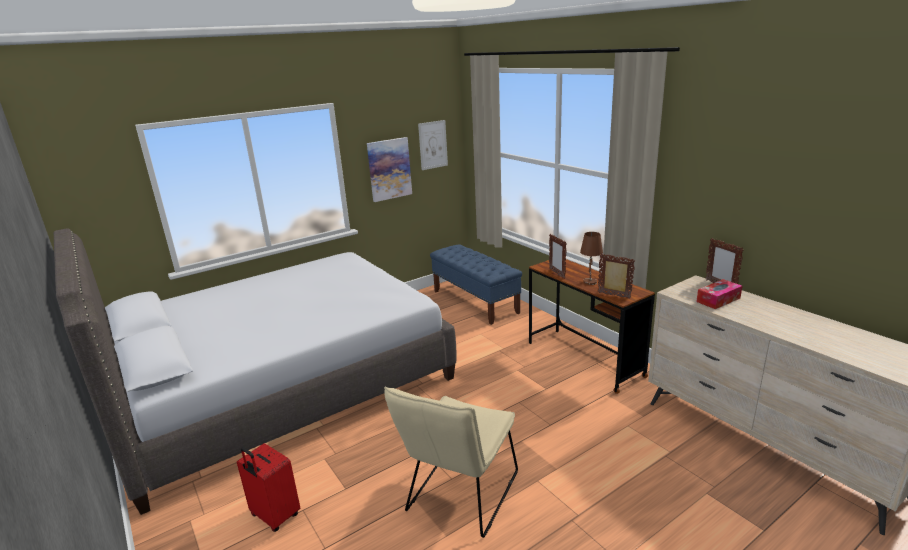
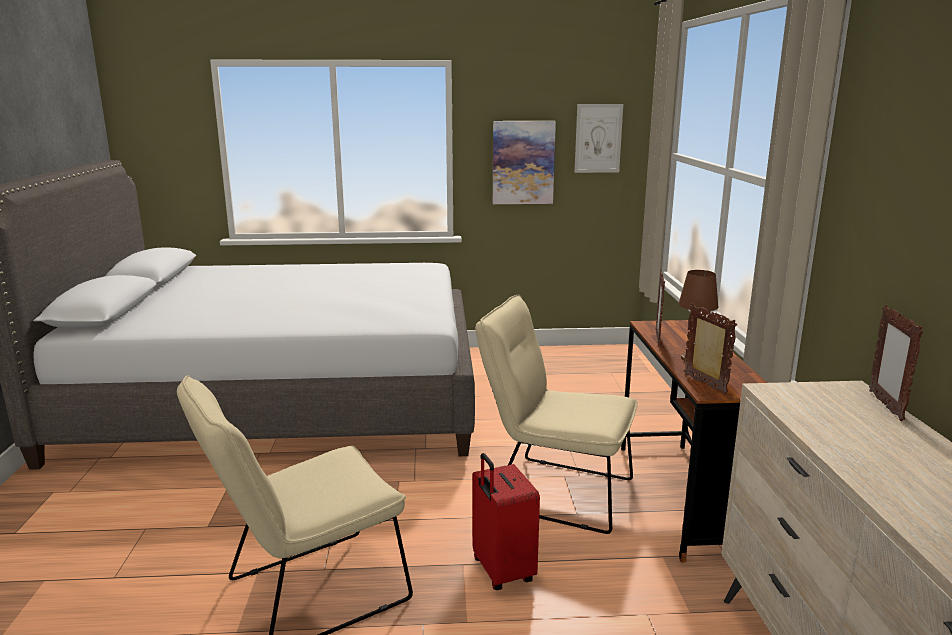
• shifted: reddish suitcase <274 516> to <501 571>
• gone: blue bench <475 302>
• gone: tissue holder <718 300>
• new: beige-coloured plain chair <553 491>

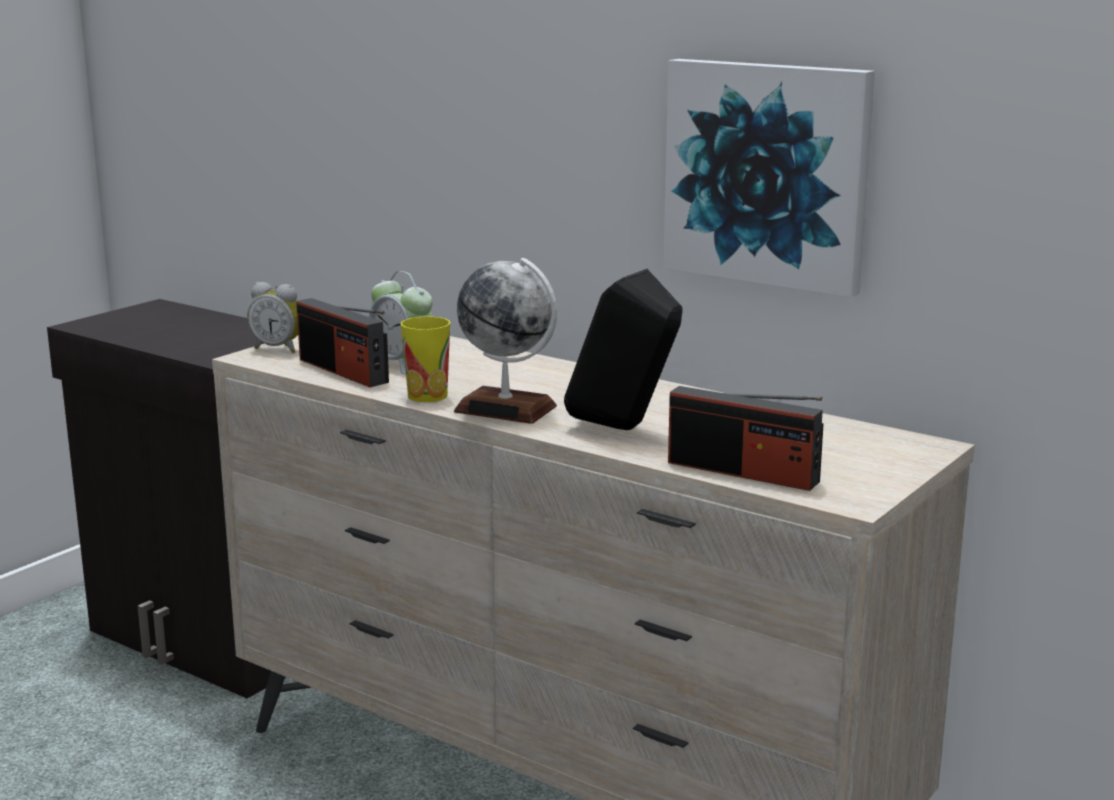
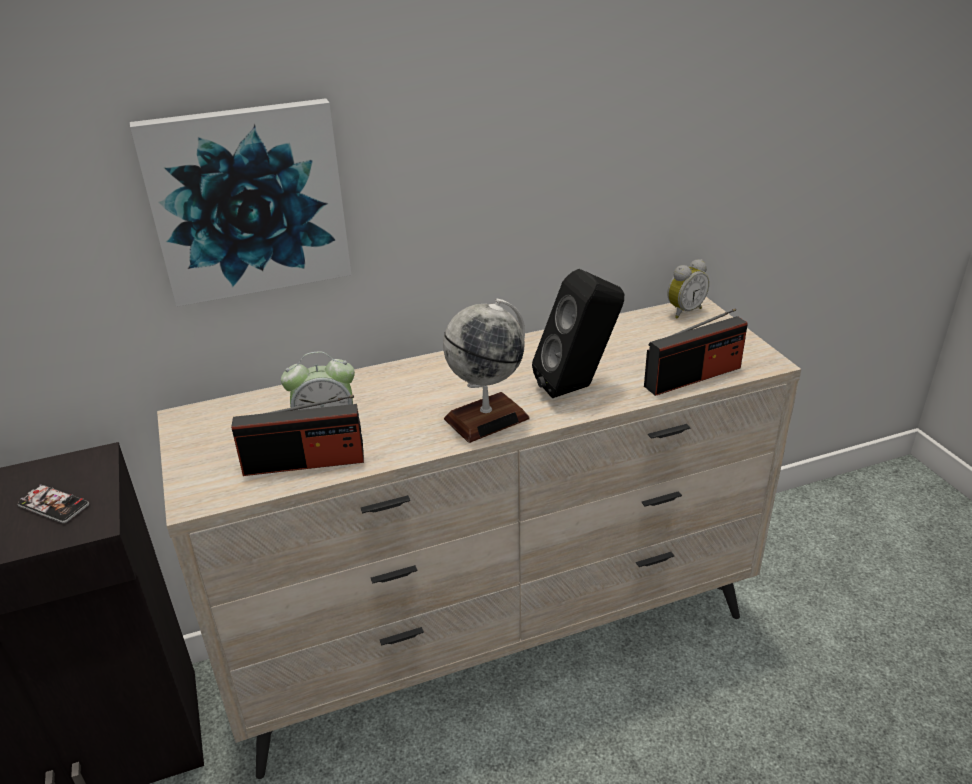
• shifted: bedside clock <279 349> to <683 311>
• gone: drinking cup <427 396>
• shifted: wall art <767 174> to <248 201>
• new: phone <53 505>

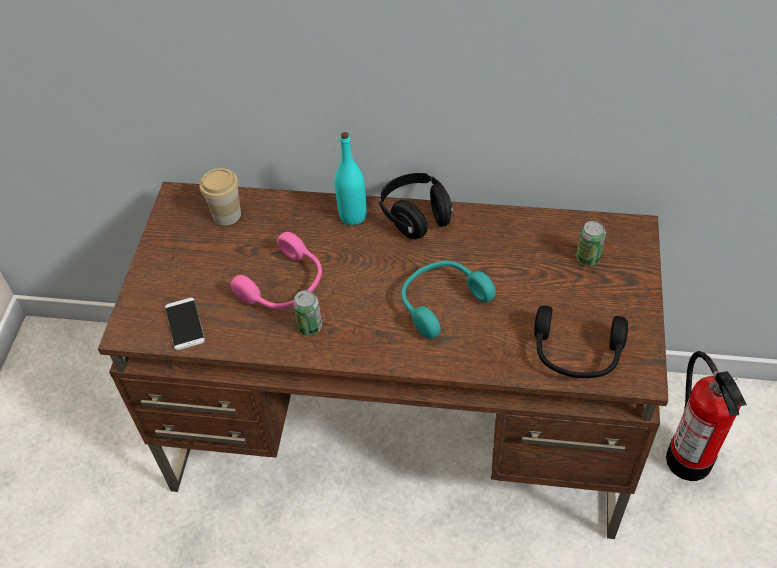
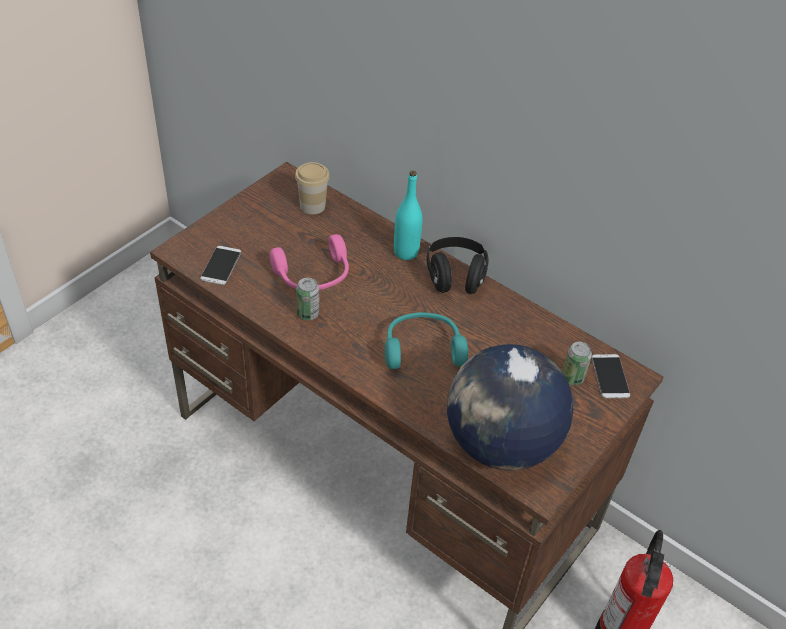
• swapped: black-coloured pair of headphones <576 354> to globe <499 443>
• new: phone <610 376>

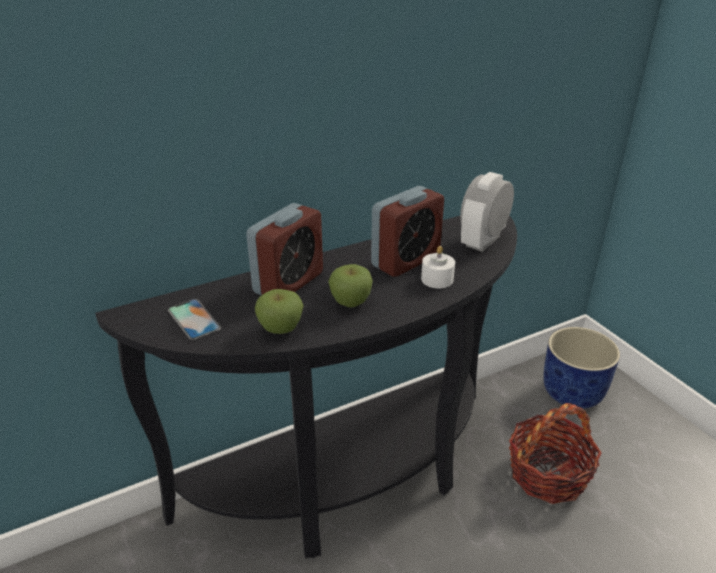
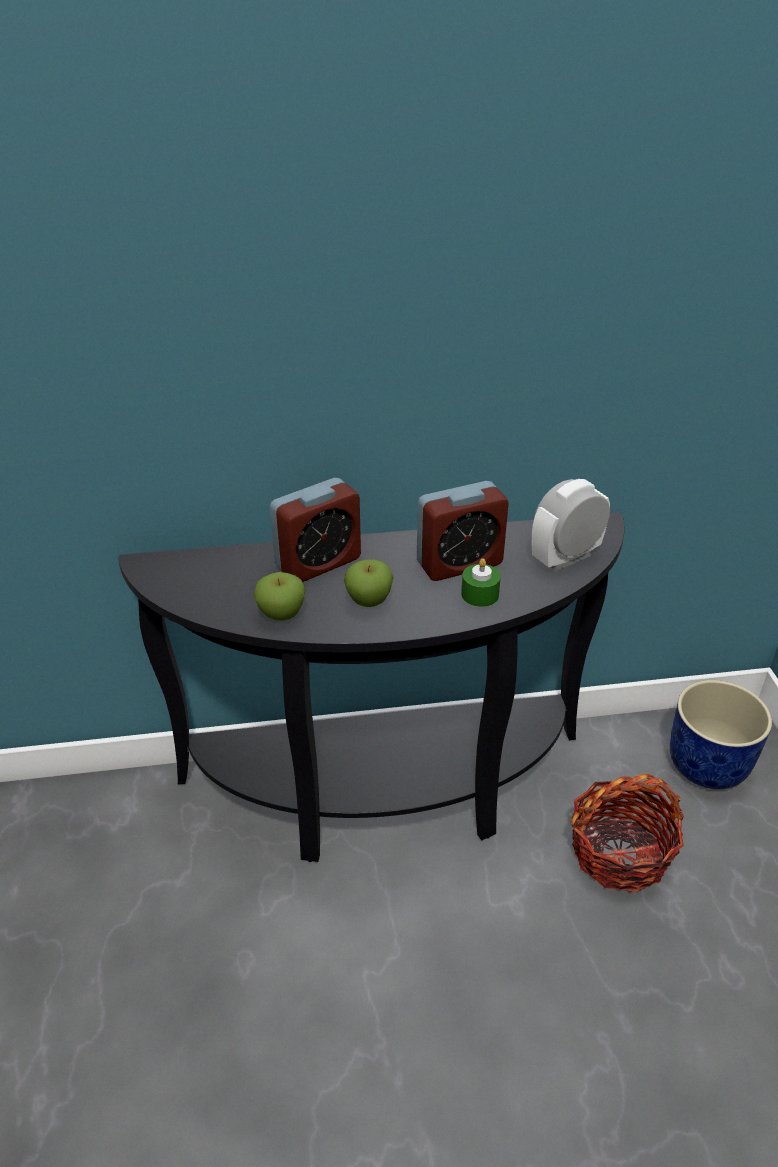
• gone: phone <194 319>
• repainted: white-coloured candle <437 279> to greenish candle <480 594>

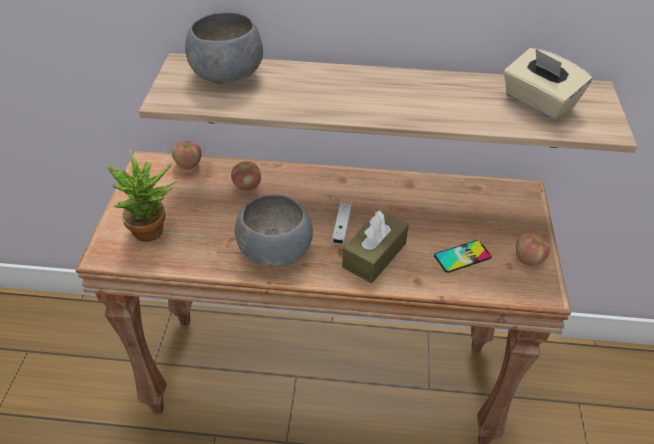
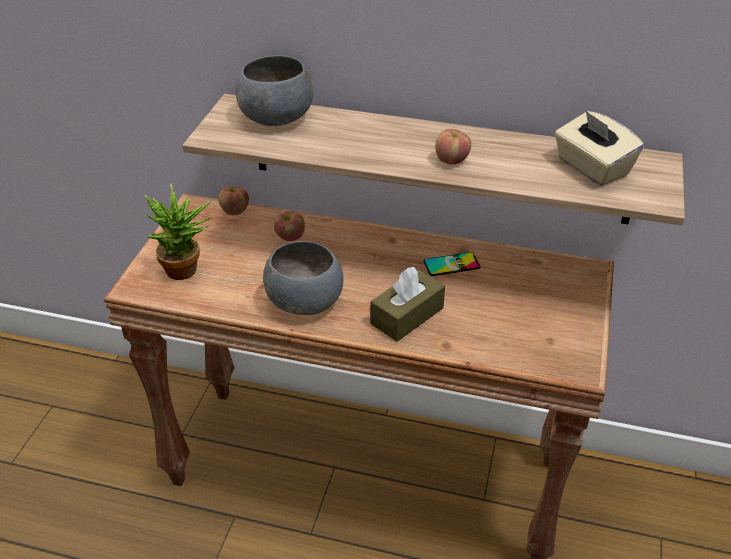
• gone: white-coloured joypad <341 227>
• shifted: phone <462 256> to <451 264>
• shifted: whole apple <528 259> to <451 160>

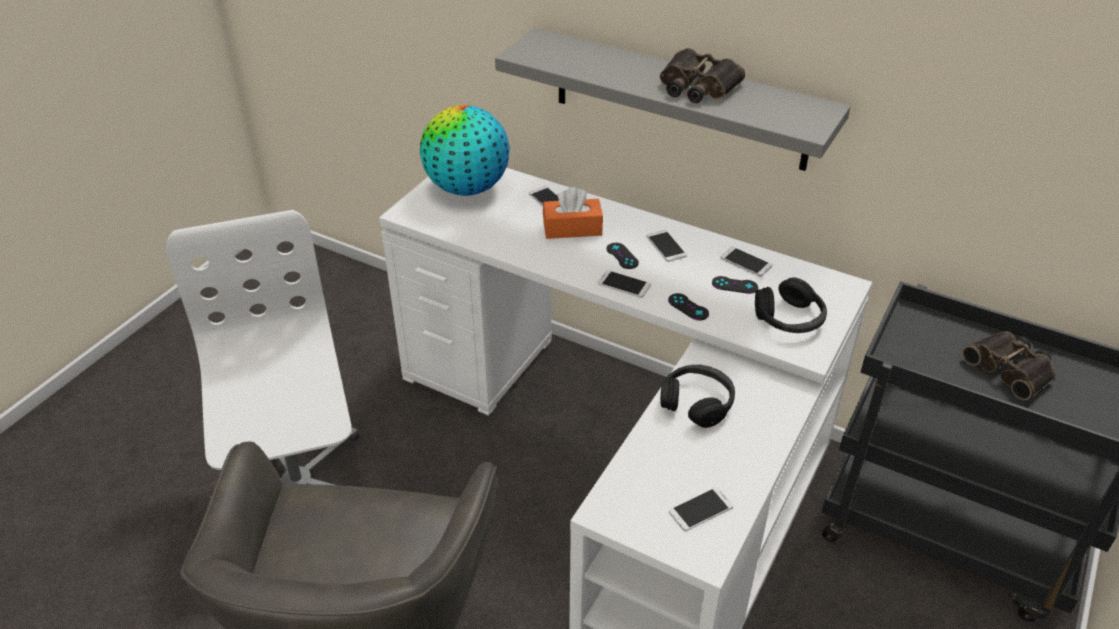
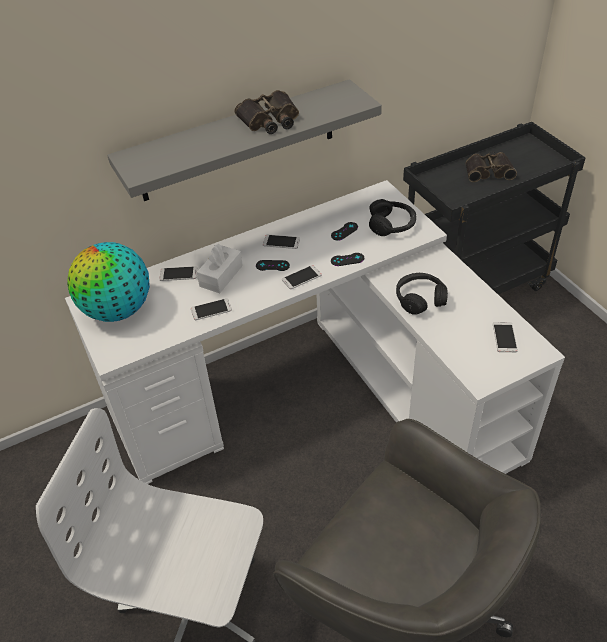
• repainted: orange-coloured tissue holder <572 228> to white-coloured tissue holder <221 276>
• shifted: phone <746 262> to <211 309>

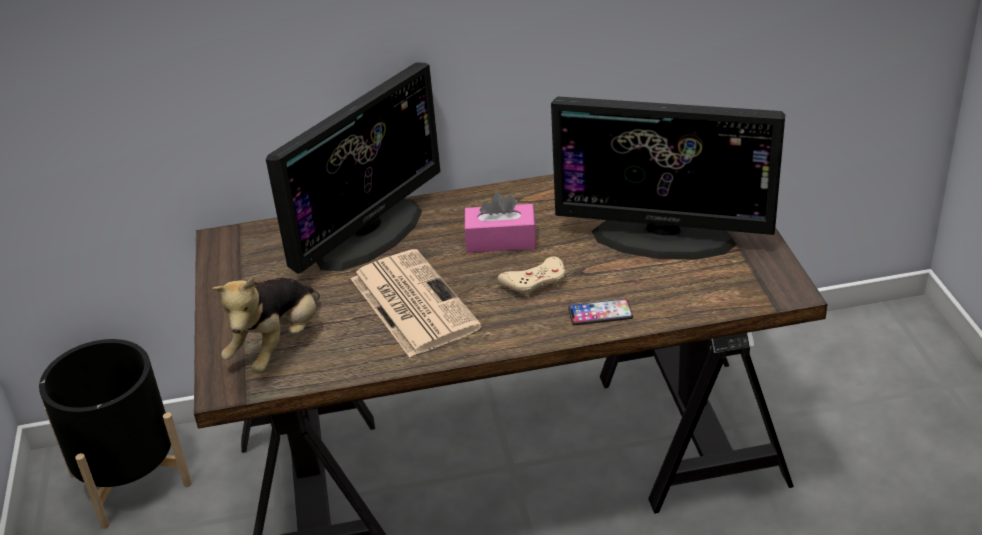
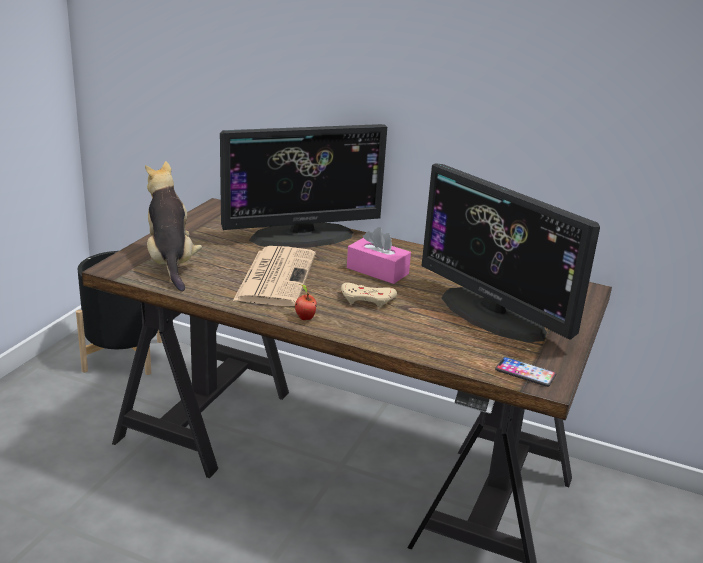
• rotated: cuddly toy <278 346> = <171 263> 105 degrees clockwise
• shifted: phone <600 313> to <525 373>
• new: whole apple <304 318>

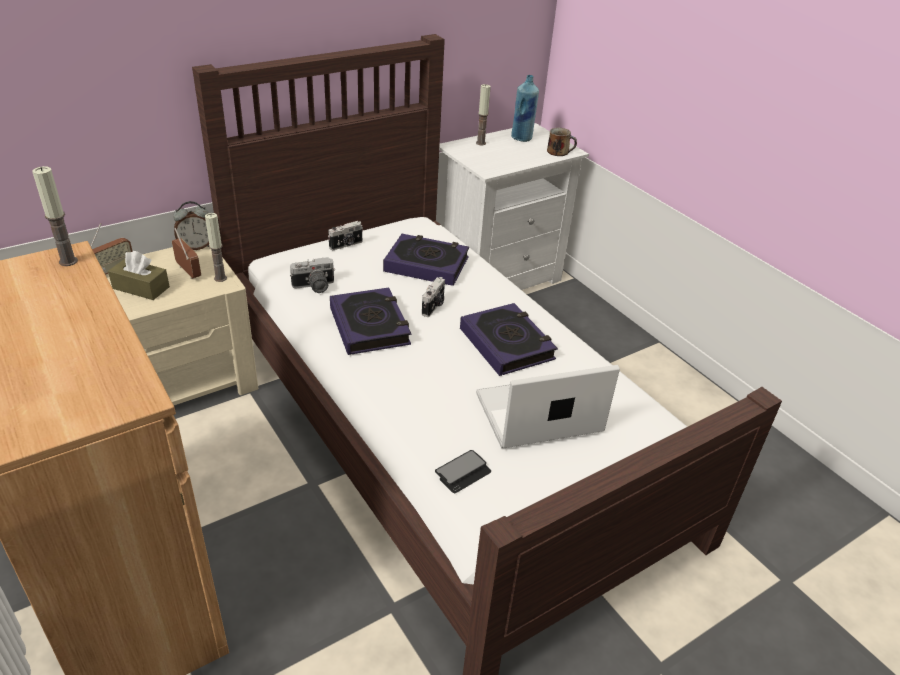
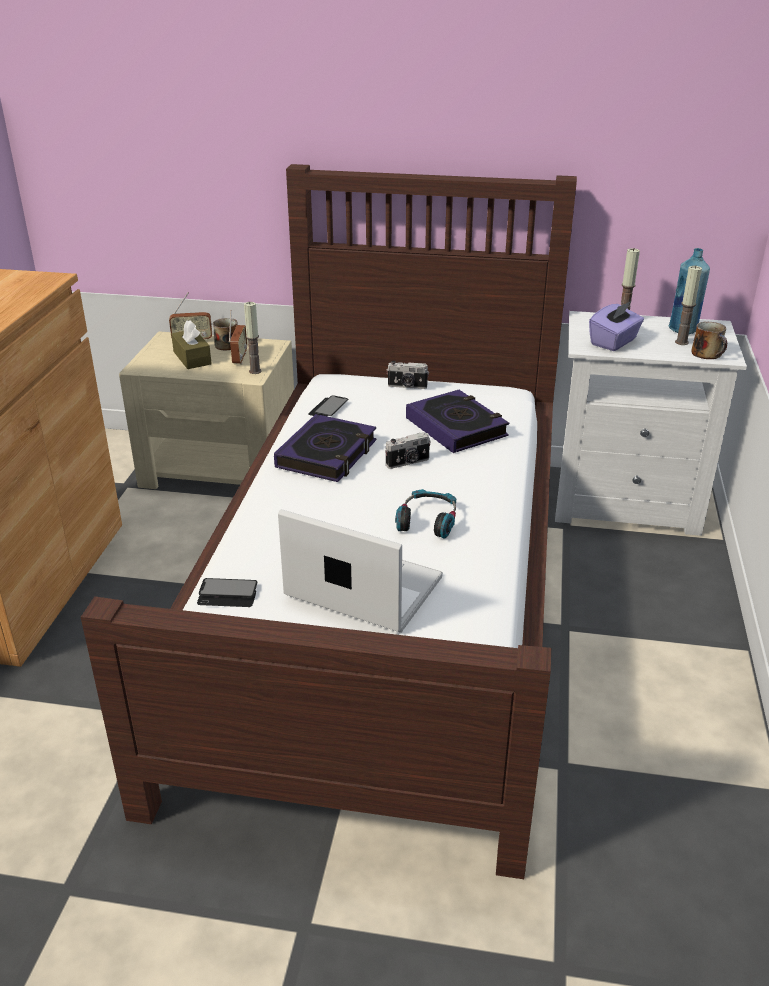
• shifted: candle <68 261> to <681 342>
• gone: bedside clock <196 246>
• swapped: still camera <314 287> to phone <328 408>
• swapped: bound book <507 344> to pair of headphones <427 521>
• new: mug <227 344>
• new: purple tissue holder <614 342>

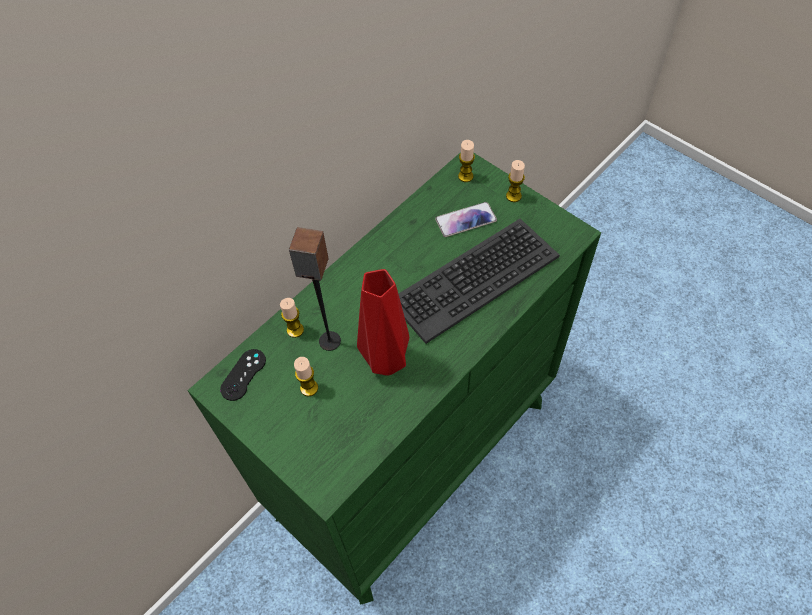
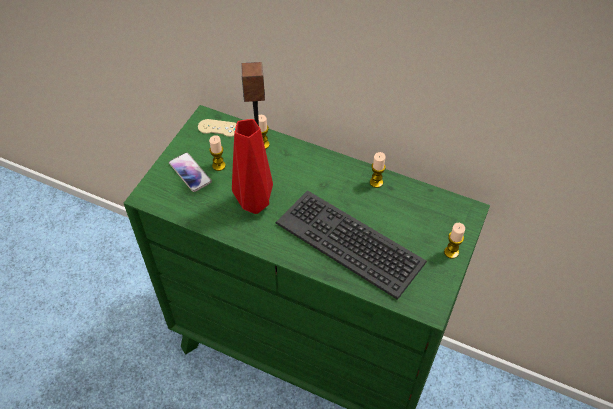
• repainted: black-coloured joypad <243 375> to beige-coloured joypad <219 128>
• shifted: phone <466 220> to <190 172>
• shifted: candle <465 176> to <376 182>

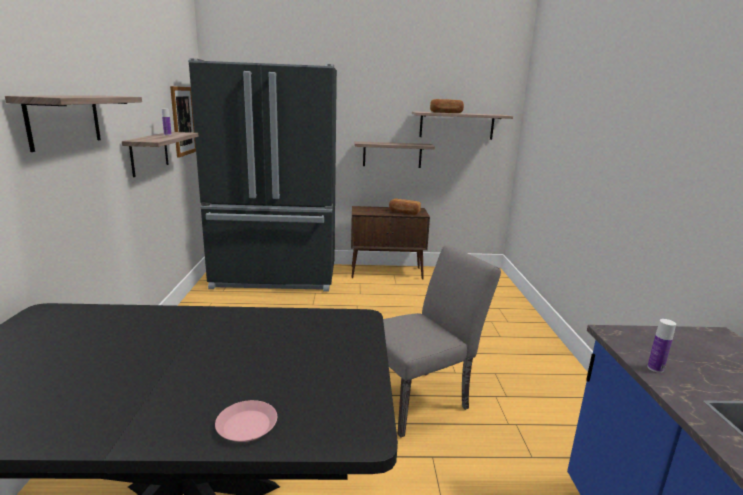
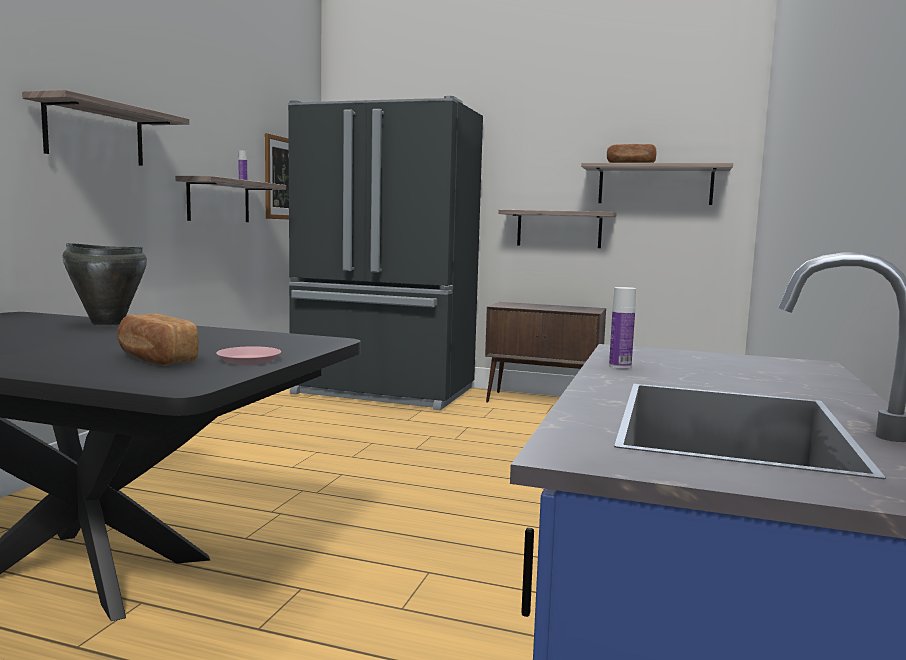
• shifted: pink-coloured flat dish <247 426> to <249 360>
• gone: greyish plain chair <421 399>
• shifted: baked bread <404 212> to <155 359>
• new: black-coloured saucepot <107 323>

